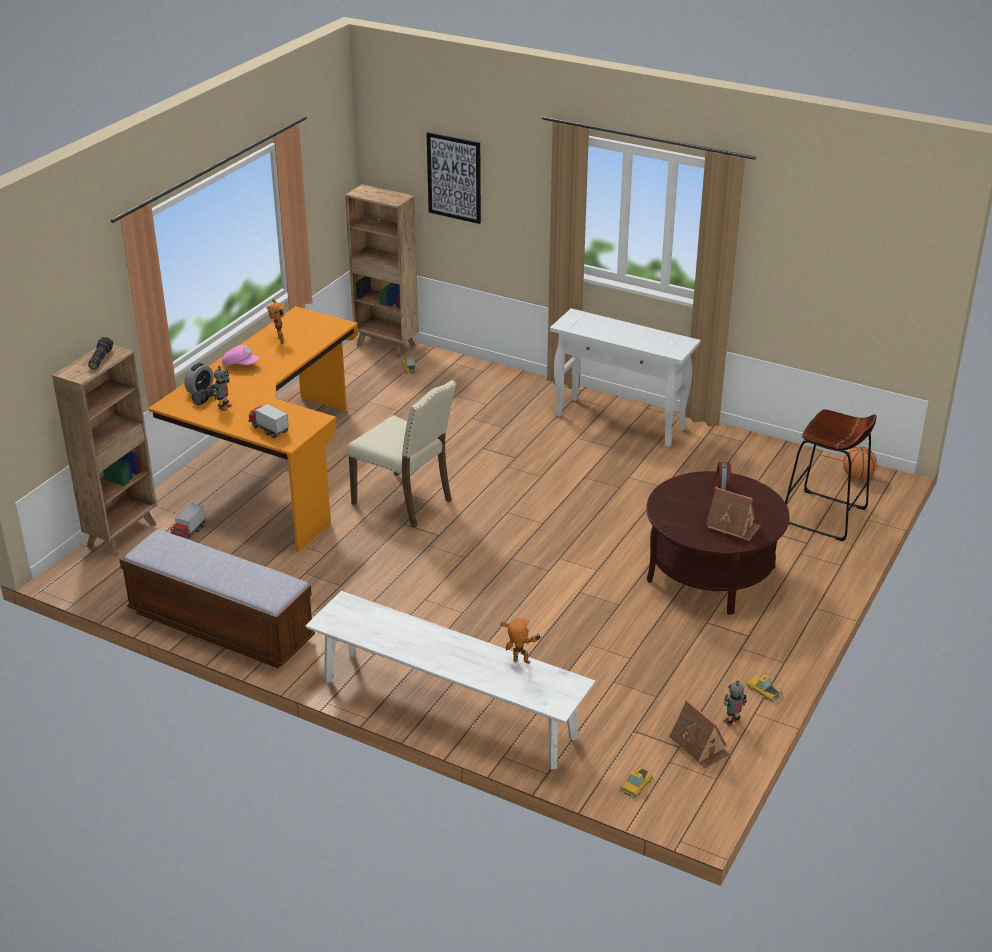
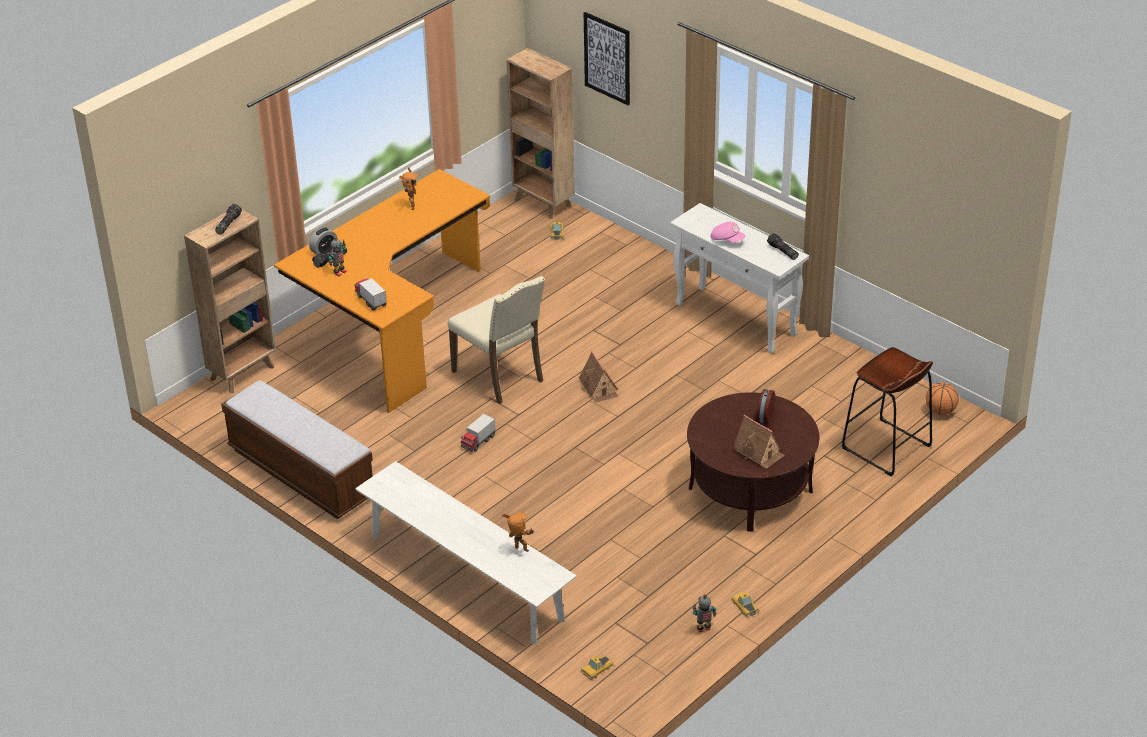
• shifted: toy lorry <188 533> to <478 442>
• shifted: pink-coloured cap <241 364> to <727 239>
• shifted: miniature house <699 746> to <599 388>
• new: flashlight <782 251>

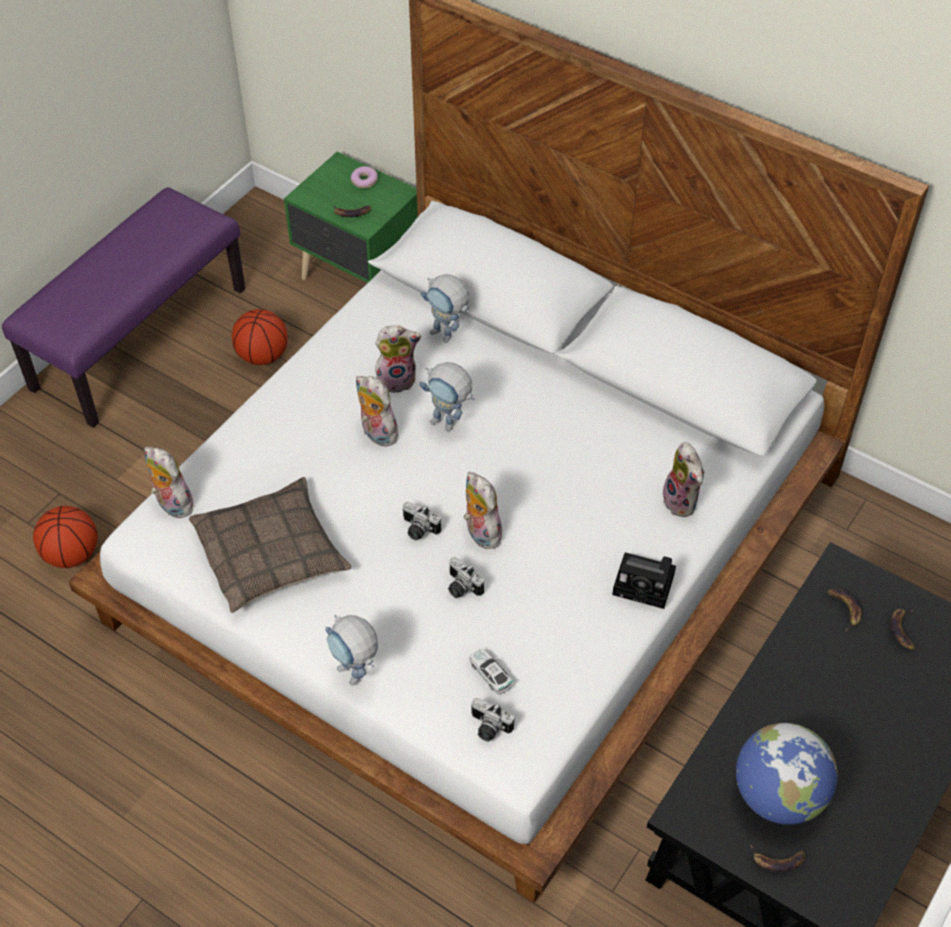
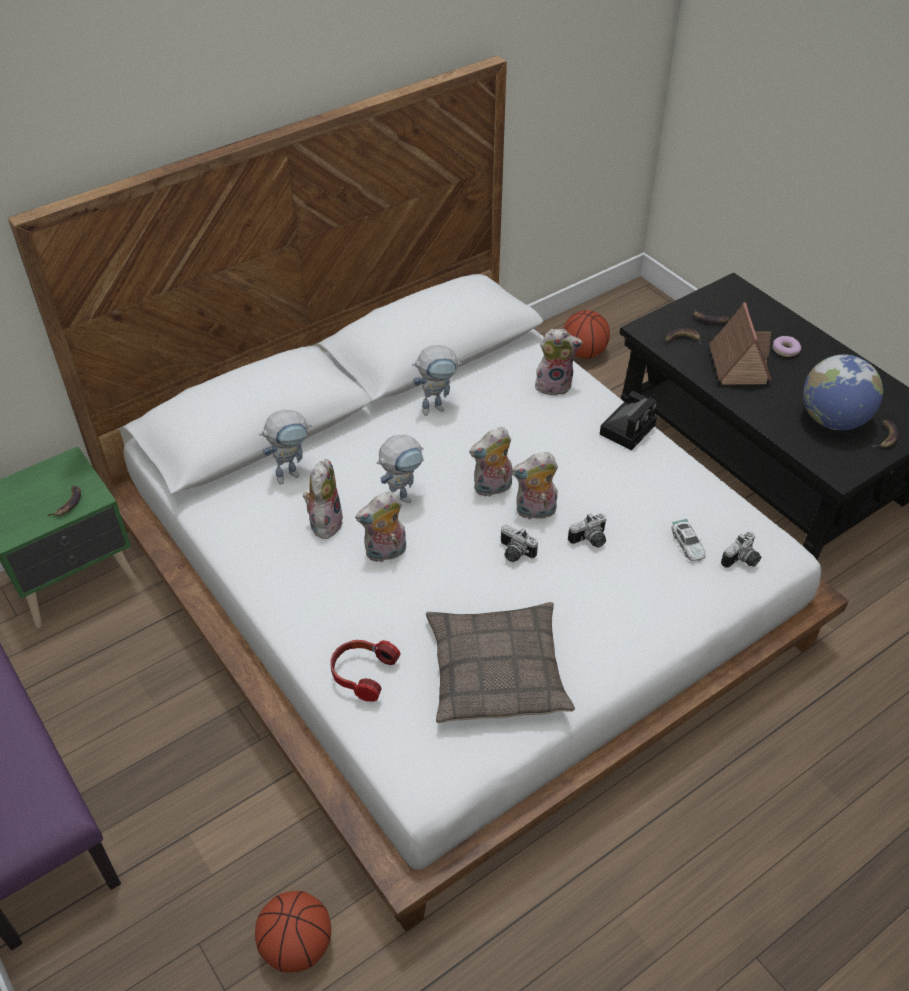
• shifted: cuddly toy <172 504> to <492 488>
• shifted: basketball <262 356> to <584 353>
• shifted: toy robot <356 677> to <438 407>
• shifted: ring doughnut <364 181> to <785 350>
• rotated: still camera <418 530> = <514 553> 75 degrees clockwise
• rotated: toy car <490 673> = <687 544> 90 degrees counterclockwise
• new: pair of headphones <362 673>
• new: miniature house <737 364>

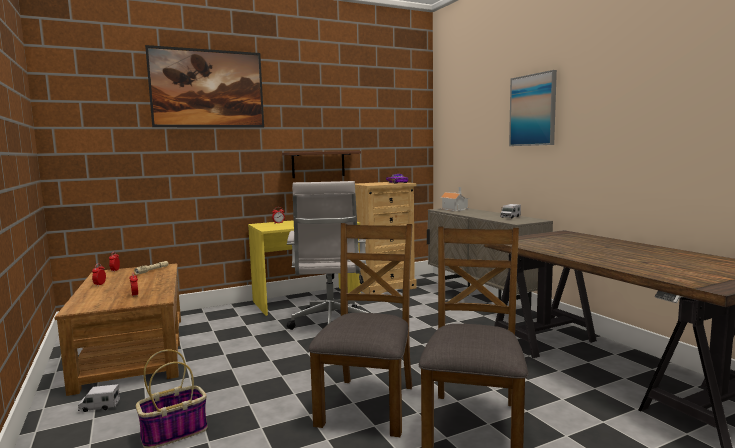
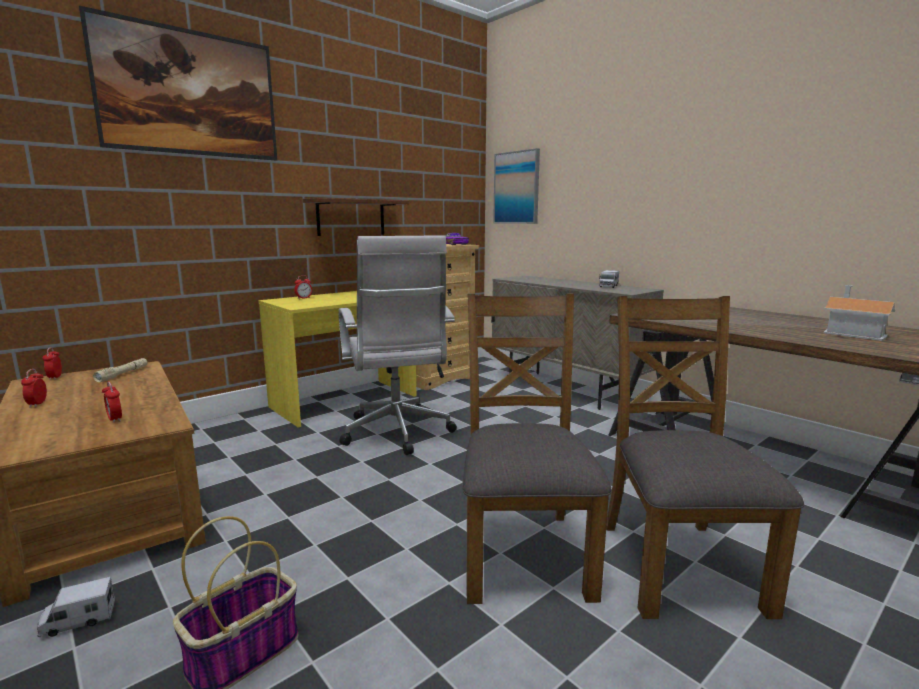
• shifted: miniature house <455 209> to <851 332>
• shifted: wall art <533 110> to <516 188>

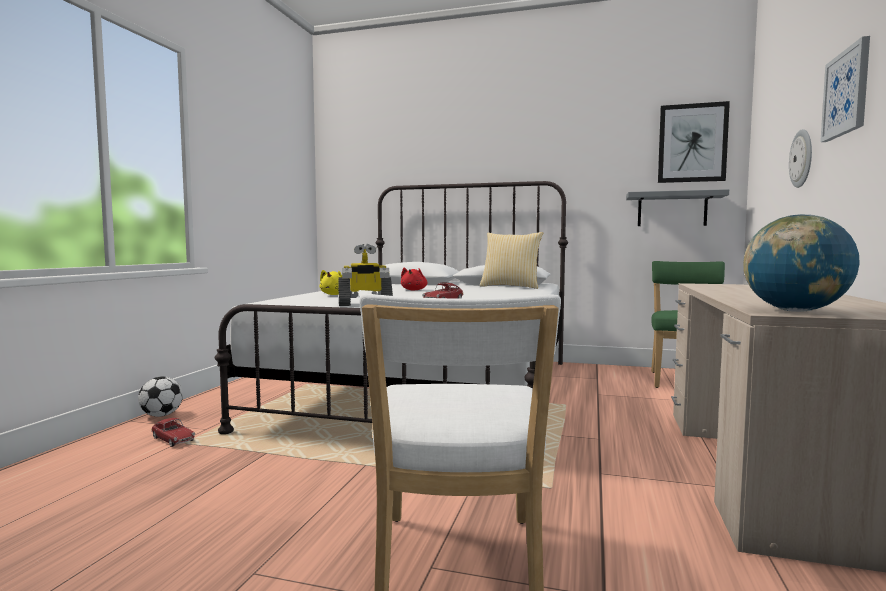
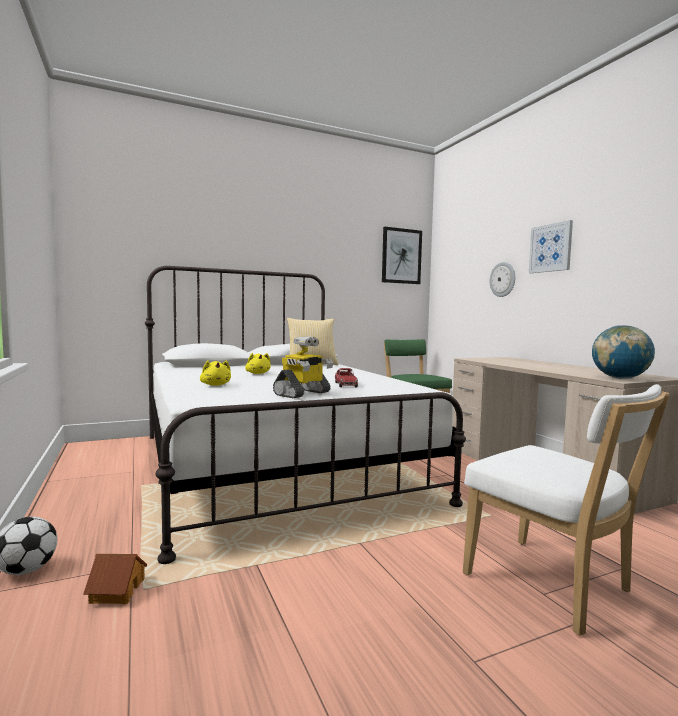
• swapped: toy car <173 439> to miniature house <116 591>
• repainted: reddish cuddly toy <414 290> to yellow cuddly toy <258 373>
• gone: greyish shelf <672 209>

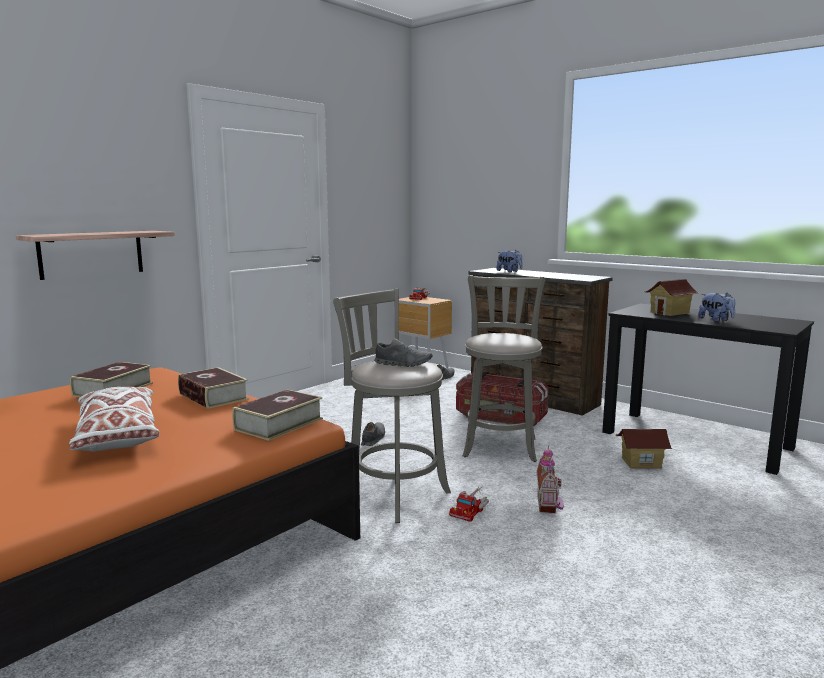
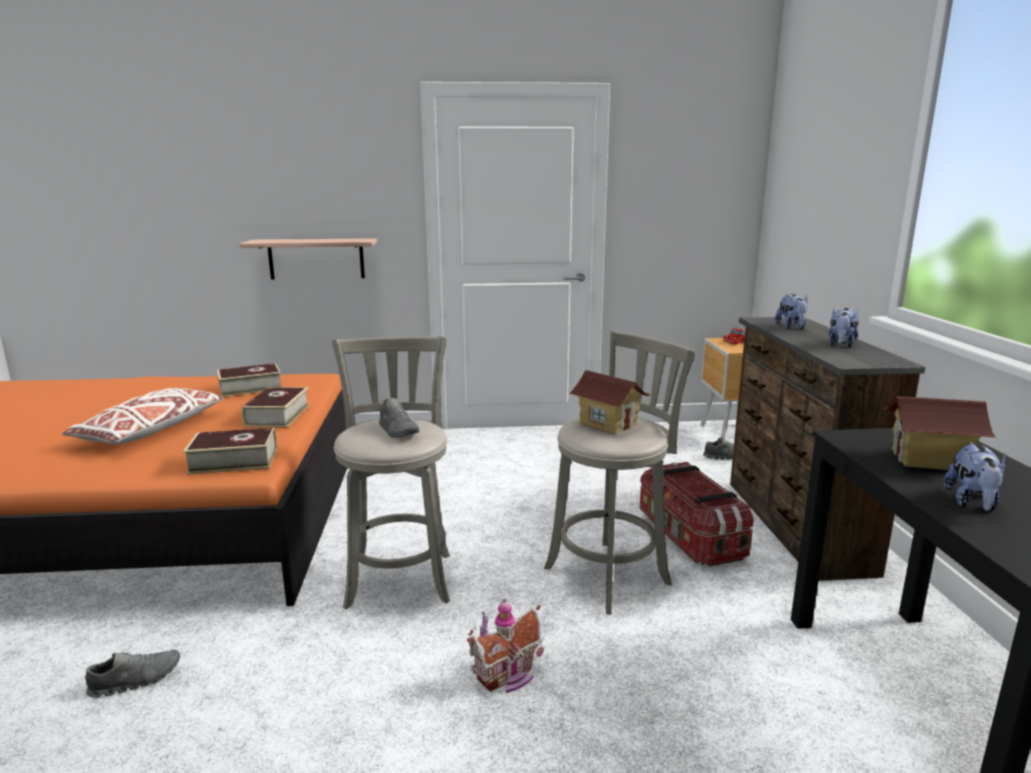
• shifted: greyish item of footwear <373 439> to <136 680>
• gone: toy lorry <469 510>
• shifted: miniature house <641 462> to <608 424>
• new: cuddly toy <841 345>

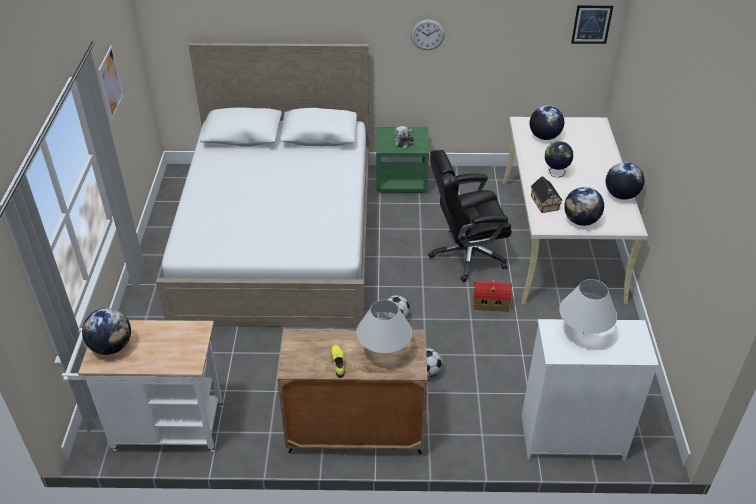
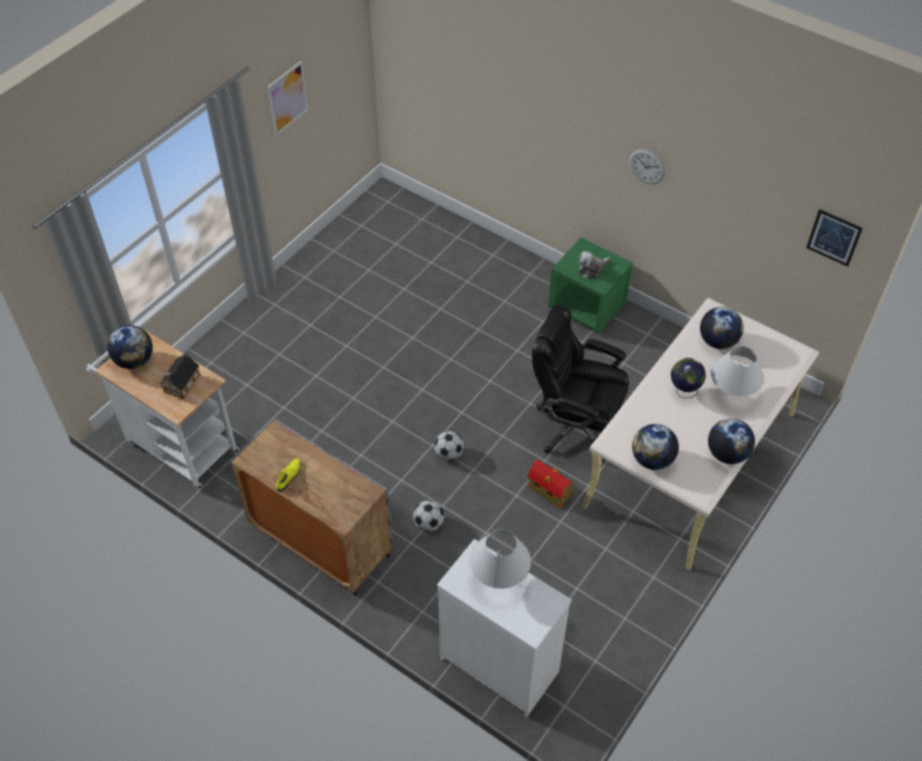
• gone: white-coloured sleeping bed <279 238>
• shifted: white-coloured table lamp <384 352> to <732 392>
• shifted: miniature house <545 204> to <180 384>

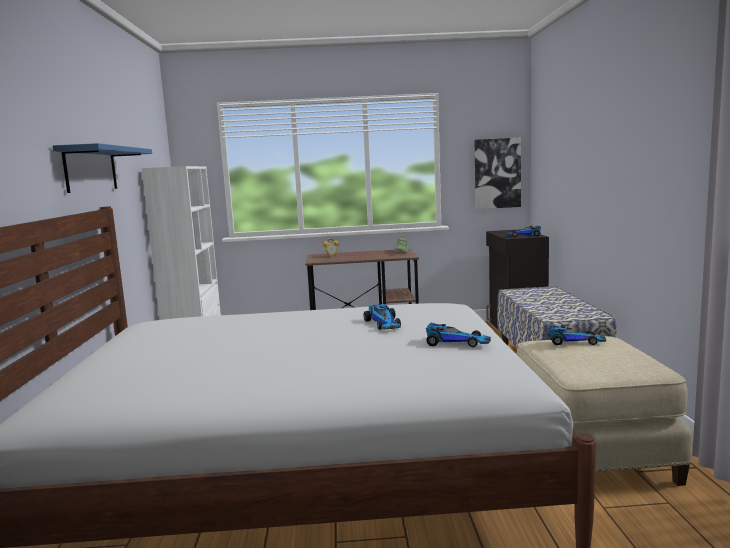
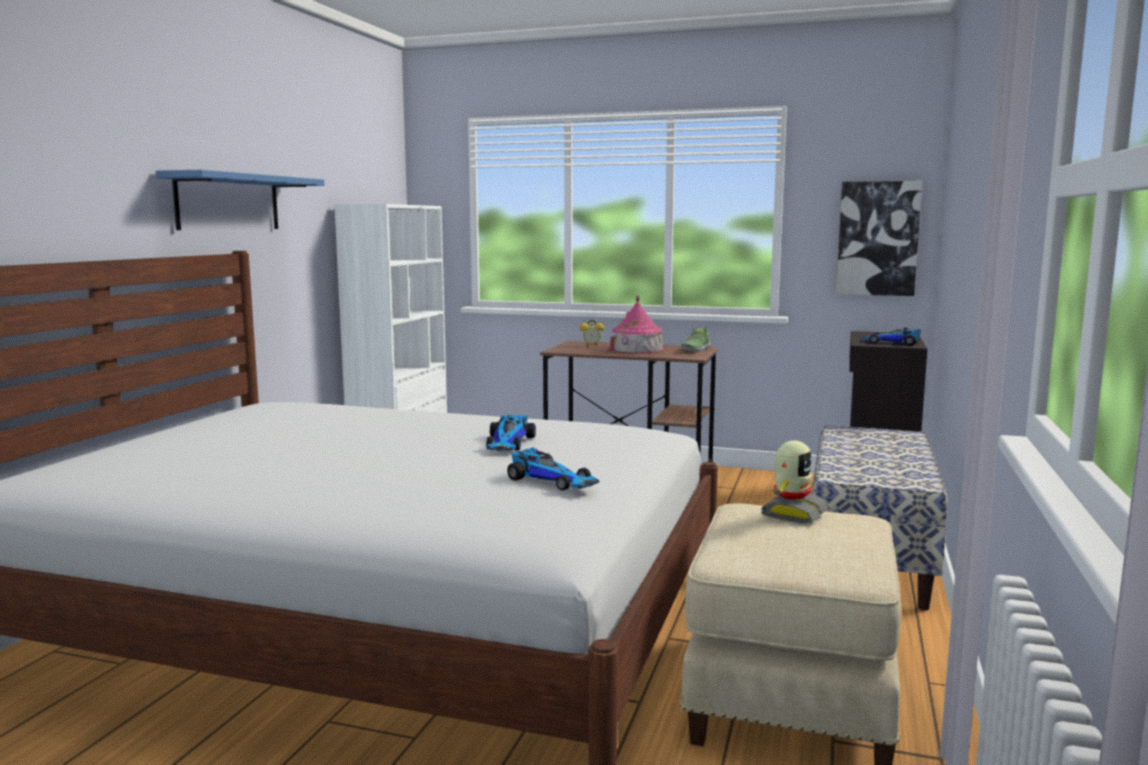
• swapped: toy car <574 341> to toy robot <792 513>
• new: miniature house <636 349>

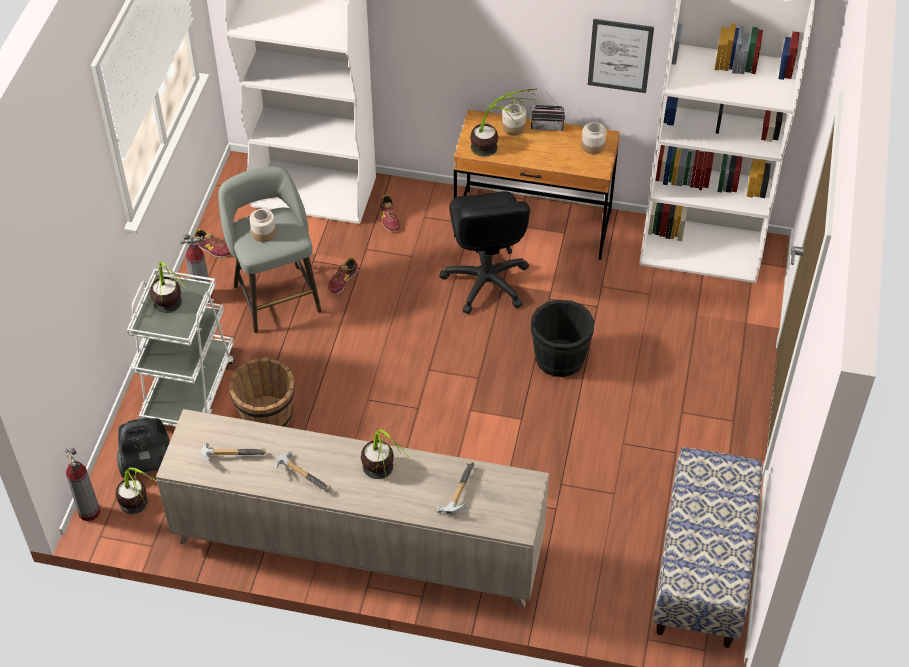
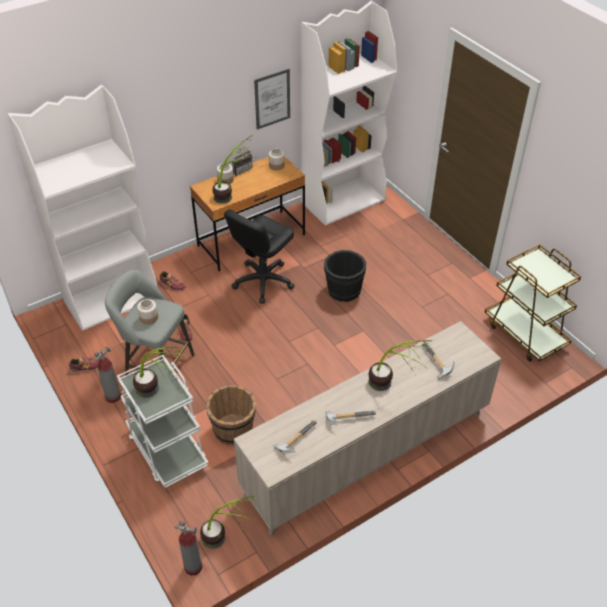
• gone: hoover <148 463>
• rotated: black-coloured computer chair <486 282> = <263 281> 90 degrees clockwise
• swapped: bench <703 569> to brown-coloured cart <525 334>

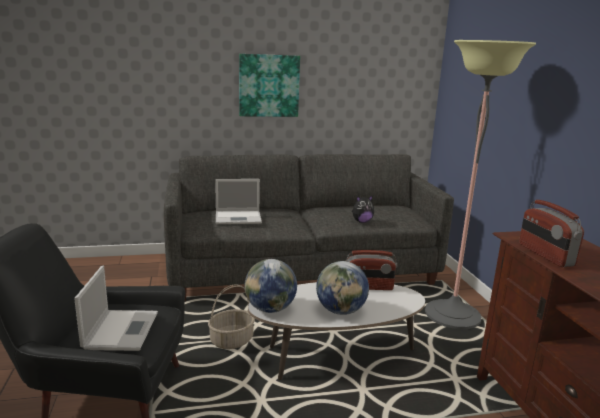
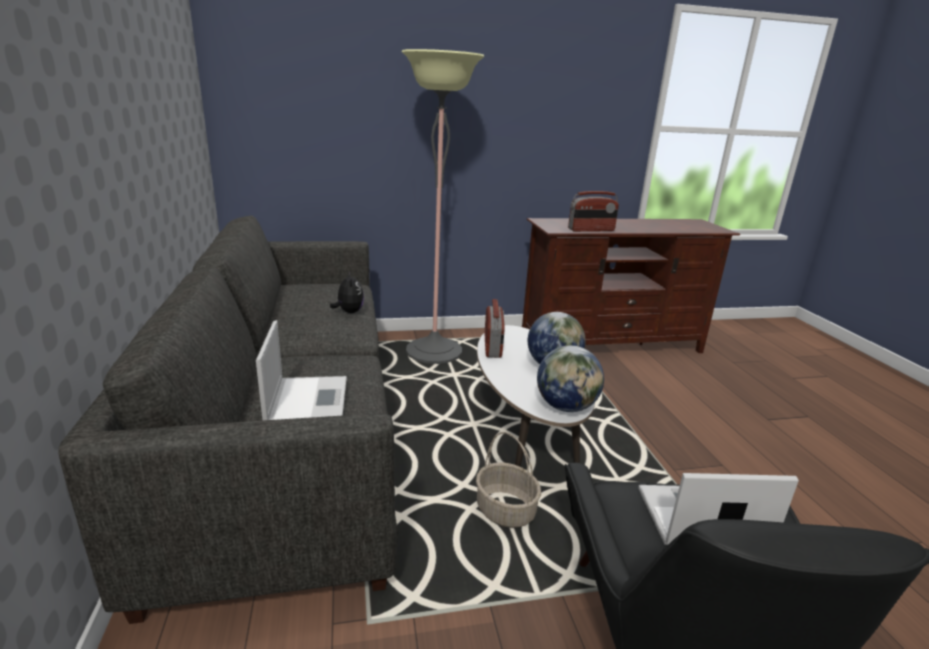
• gone: wall art <269 85>

